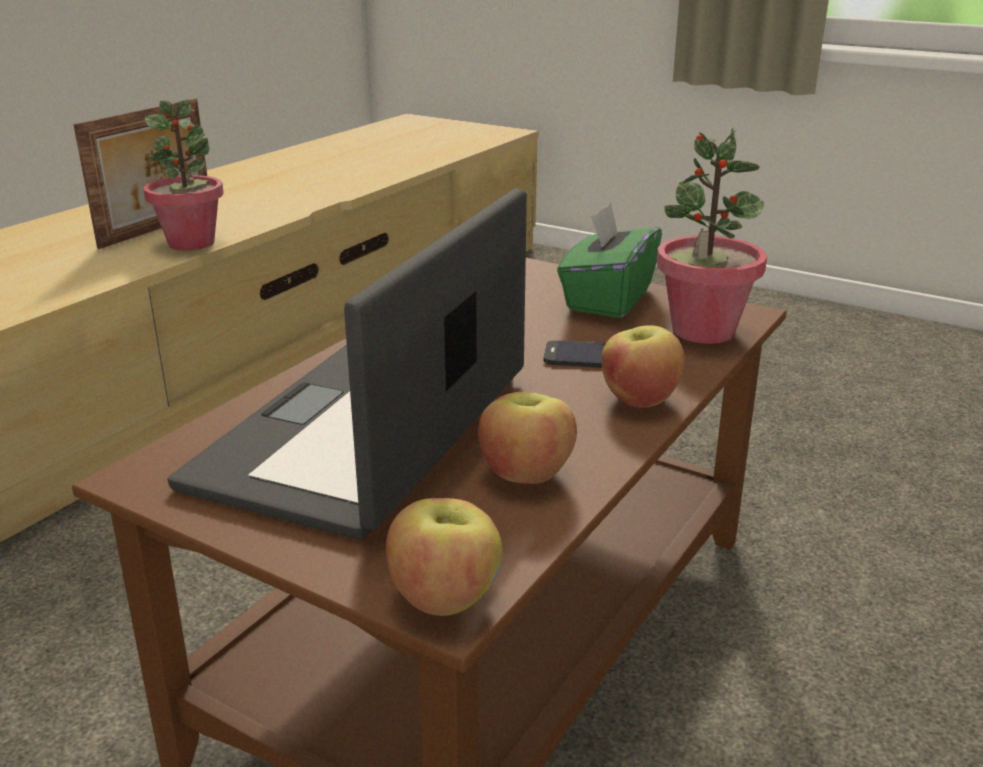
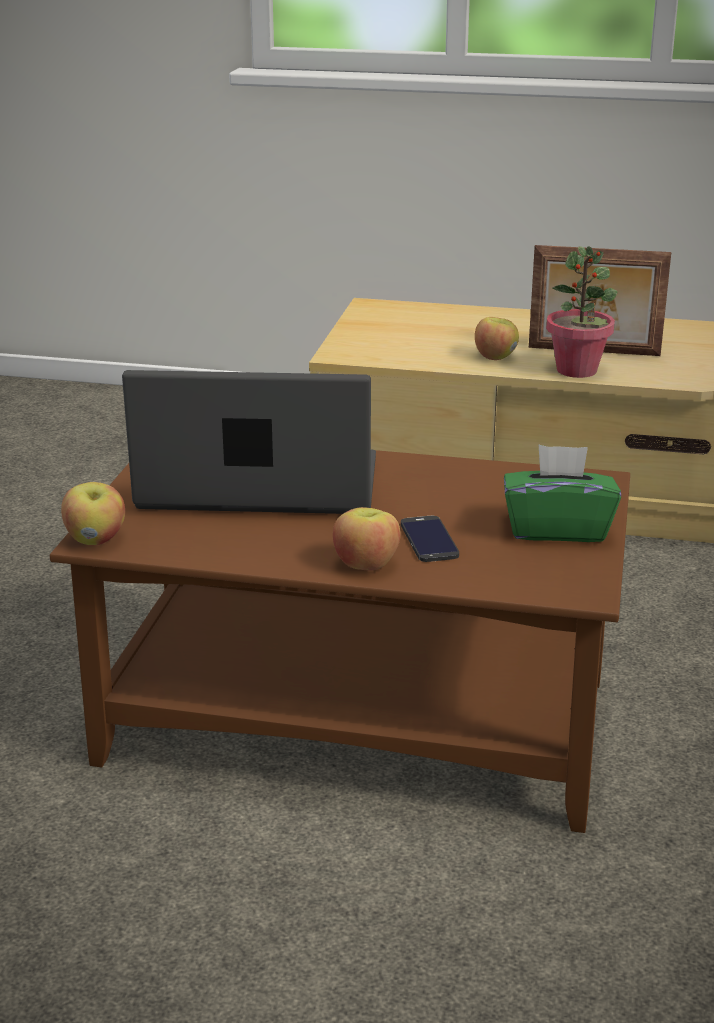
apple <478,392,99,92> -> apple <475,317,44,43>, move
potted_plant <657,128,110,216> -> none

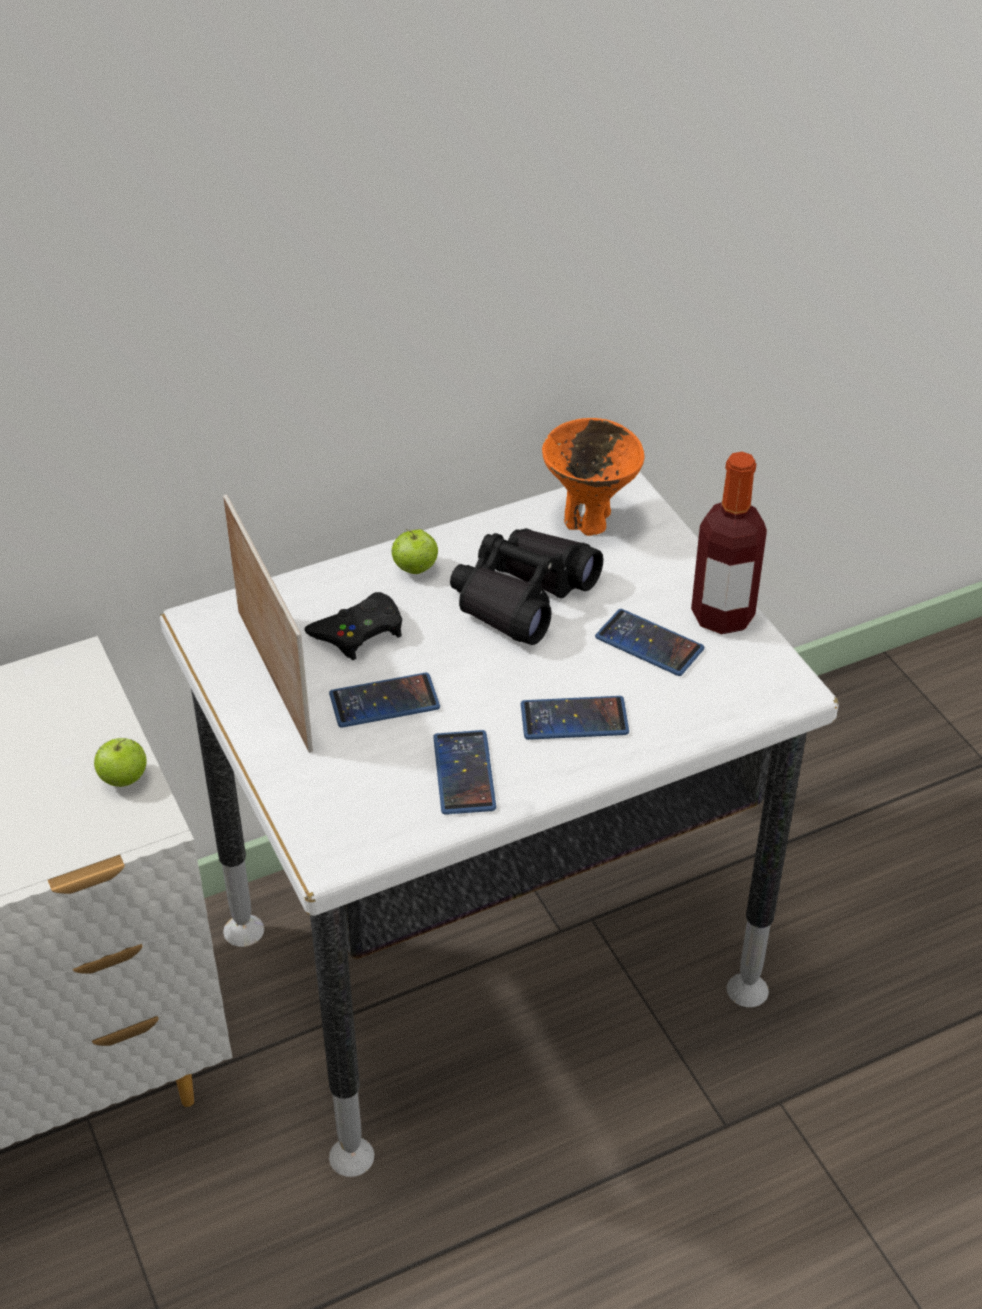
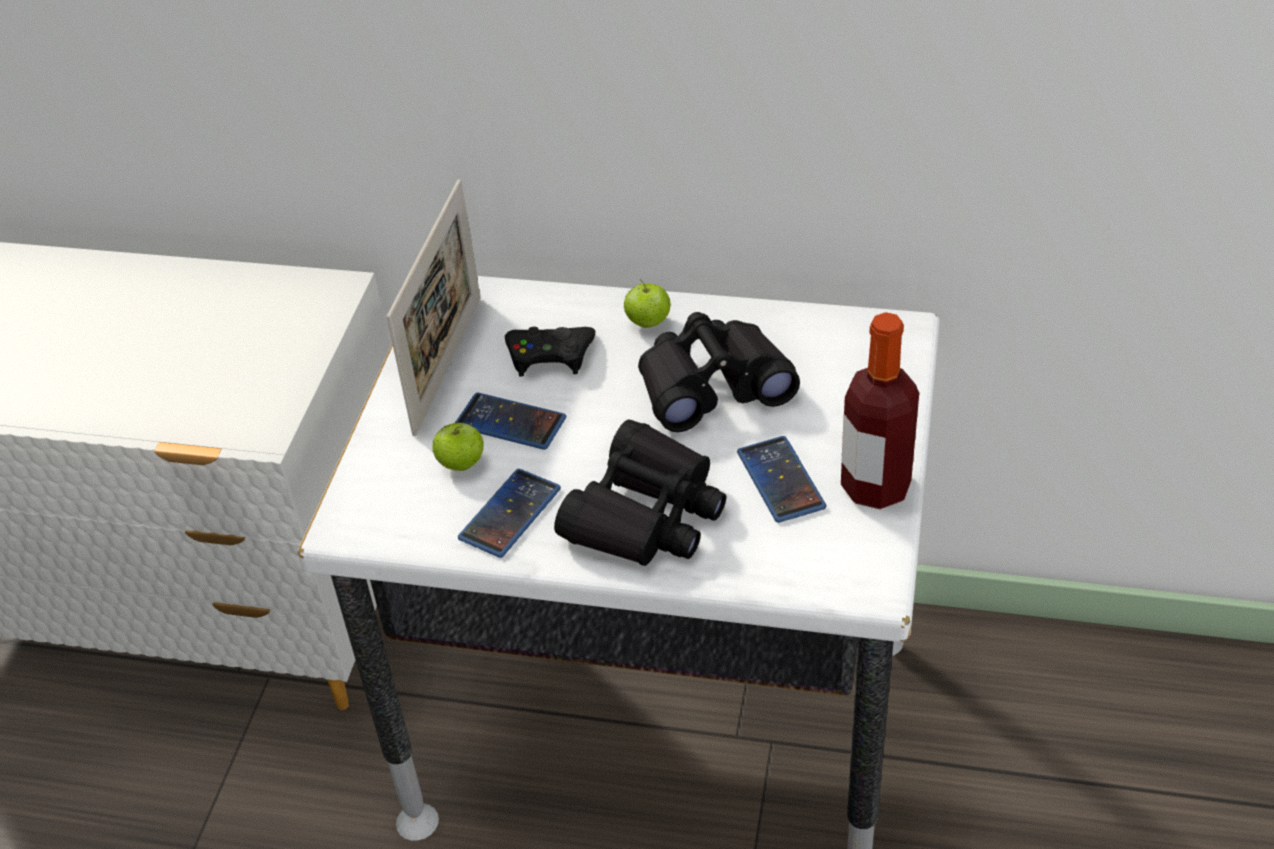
apple <94,738,53,49> -> apple <432,423,52,48>, move
telephone <521,696,108,44> -> black_pair_of_binoculars <554,420,172,146>
orange-coloured_serving_bowl <542,418,102,118> -> none

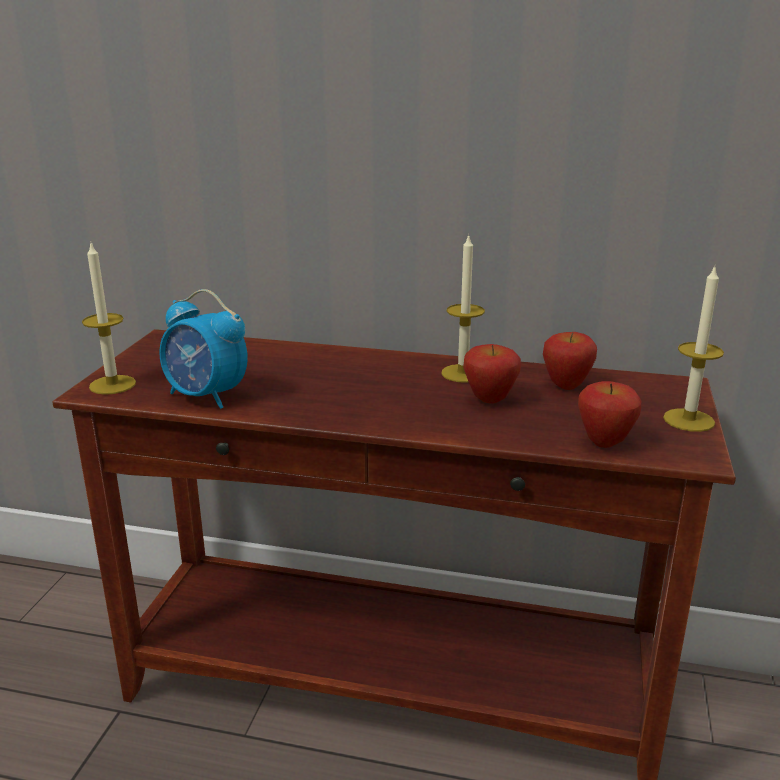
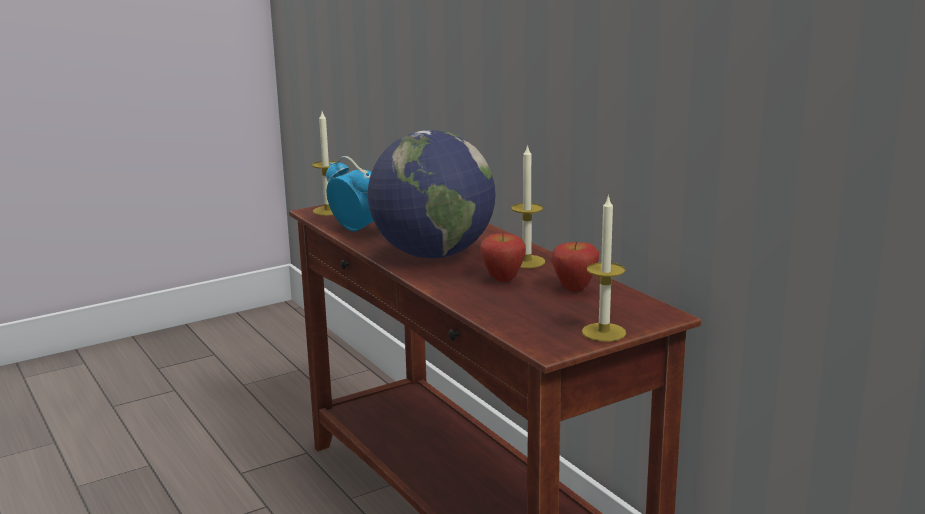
alarm_clock <159,289,89,120> -> alarm_clock <326,156,55,77>, 150 degrees clockwise
apple <578,381,63,67> -> none
none -> globe <368,130,128,128>

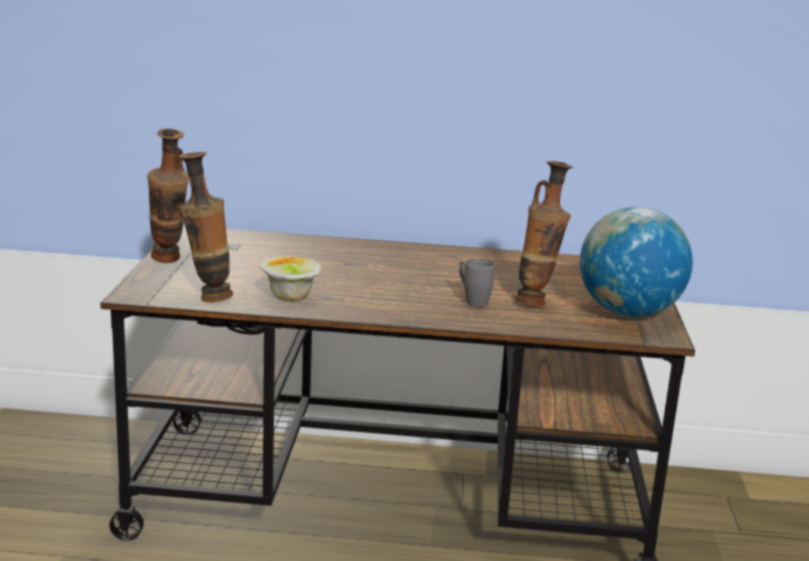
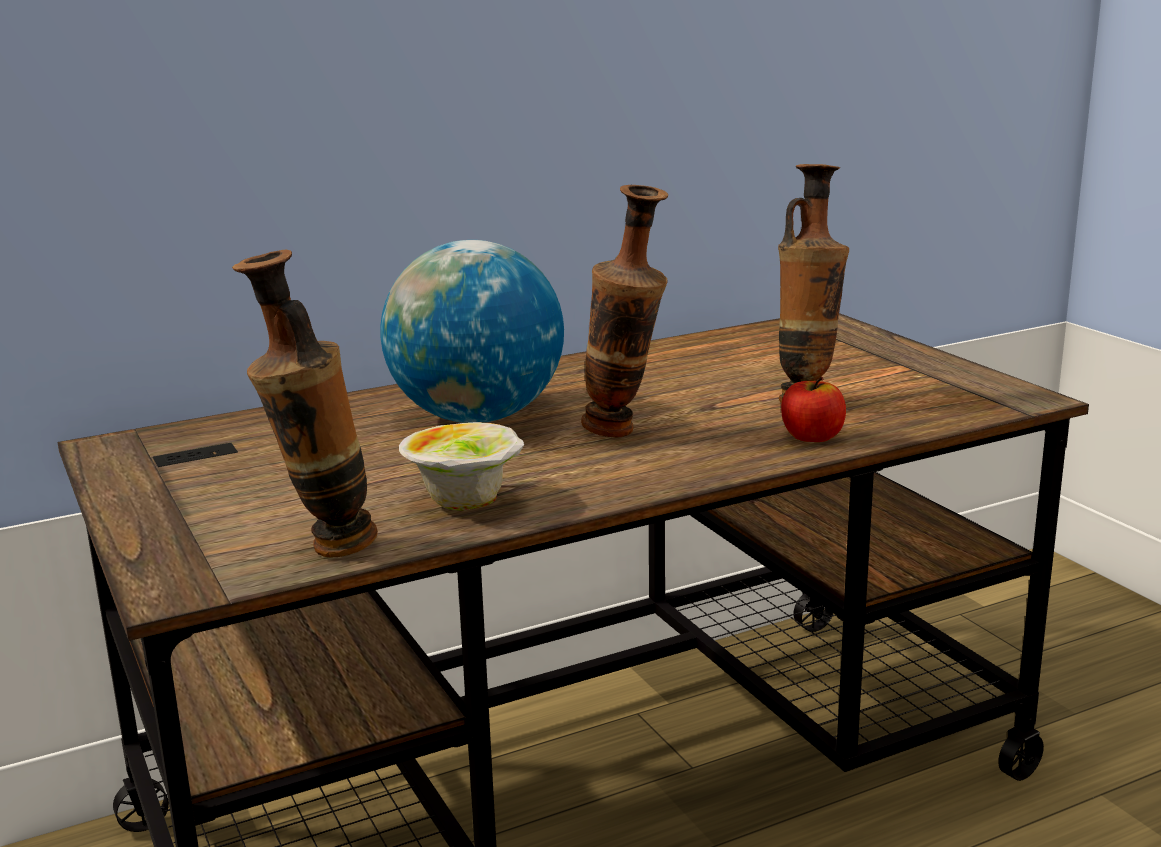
flower_vase <147,128,42,135> -> flower_vase <581,185,87,252>, move
greyish_tea_mug <459,258,36,49> -> none
globe <580,207,113,110> -> globe <380,240,184,183>, move
none -> apple <781,377,65,65>

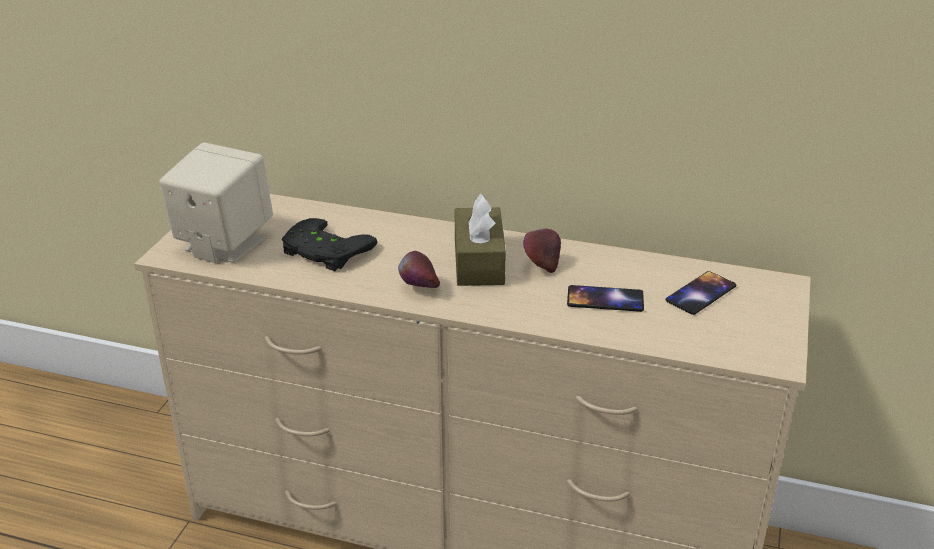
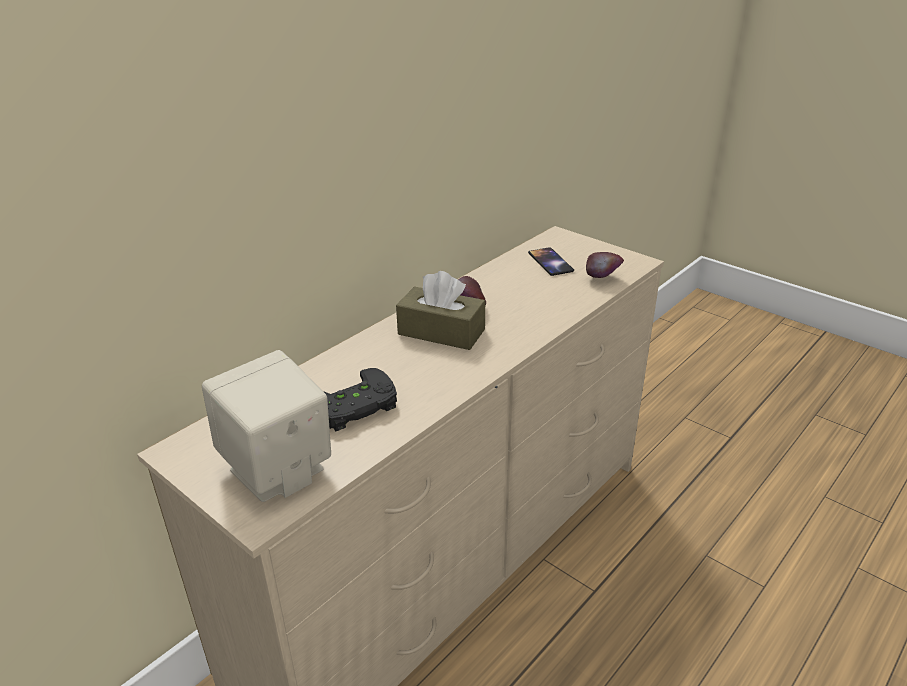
apple <398,251,42,37> -> apple <586,252,38,26>, move
telephone <567,285,77,27> -> none

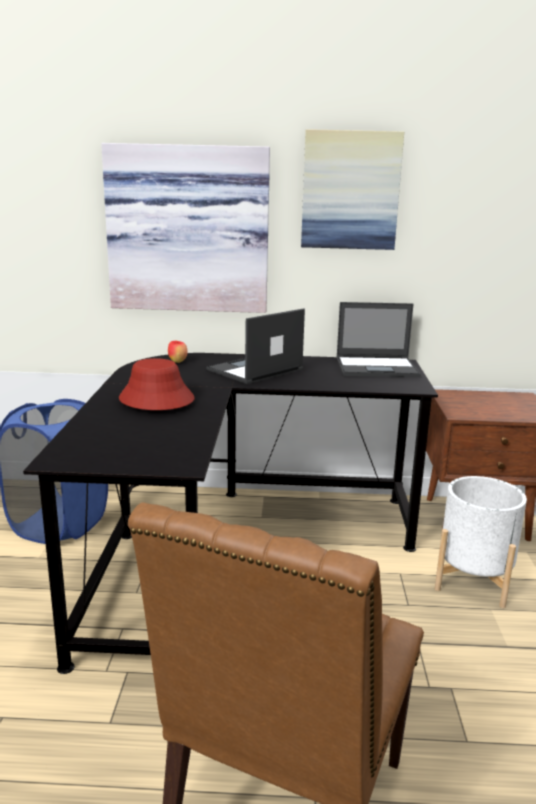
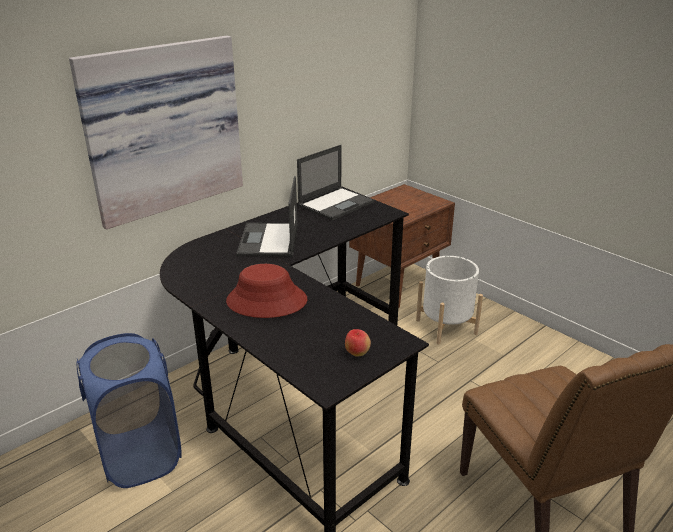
apple <168,341,20,22> -> apple <345,329,26,27>, move
picture <301,129,103,121> -> none

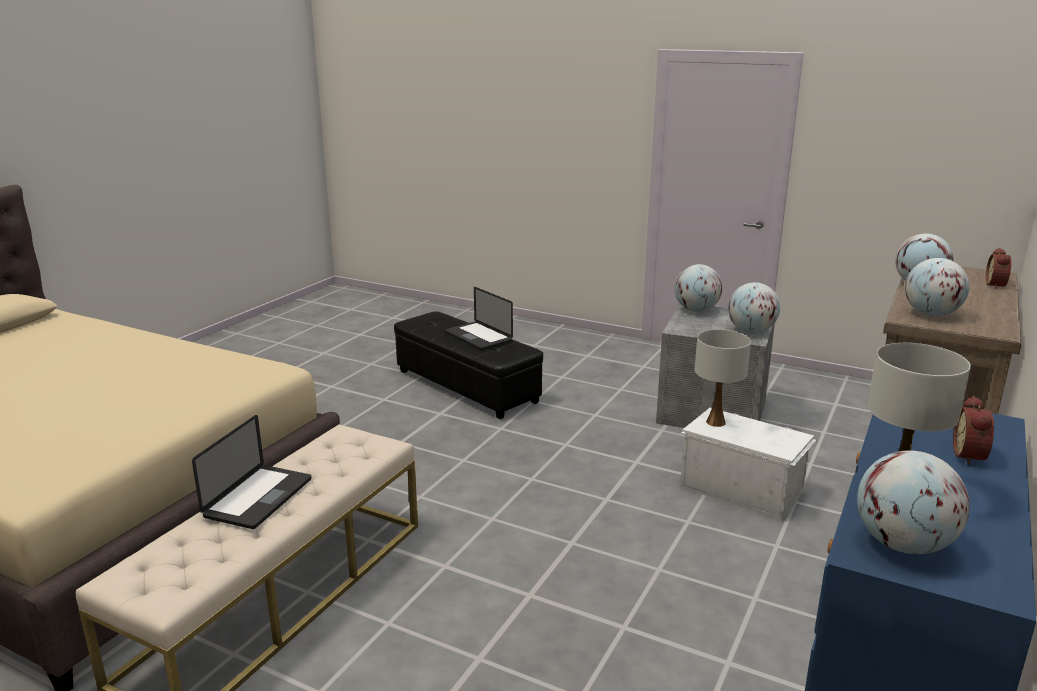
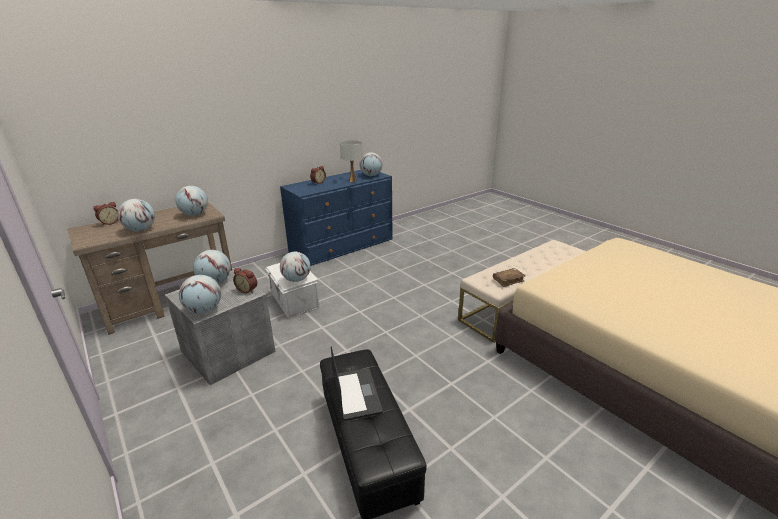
laptop <192,415,119,114> -> none
white_table_lamp <695,329,56,98> -> globe <280,252,31,30>
none -> alarm_clock <233,268,24,25>
none -> brown_bound_book <493,268,32,19>

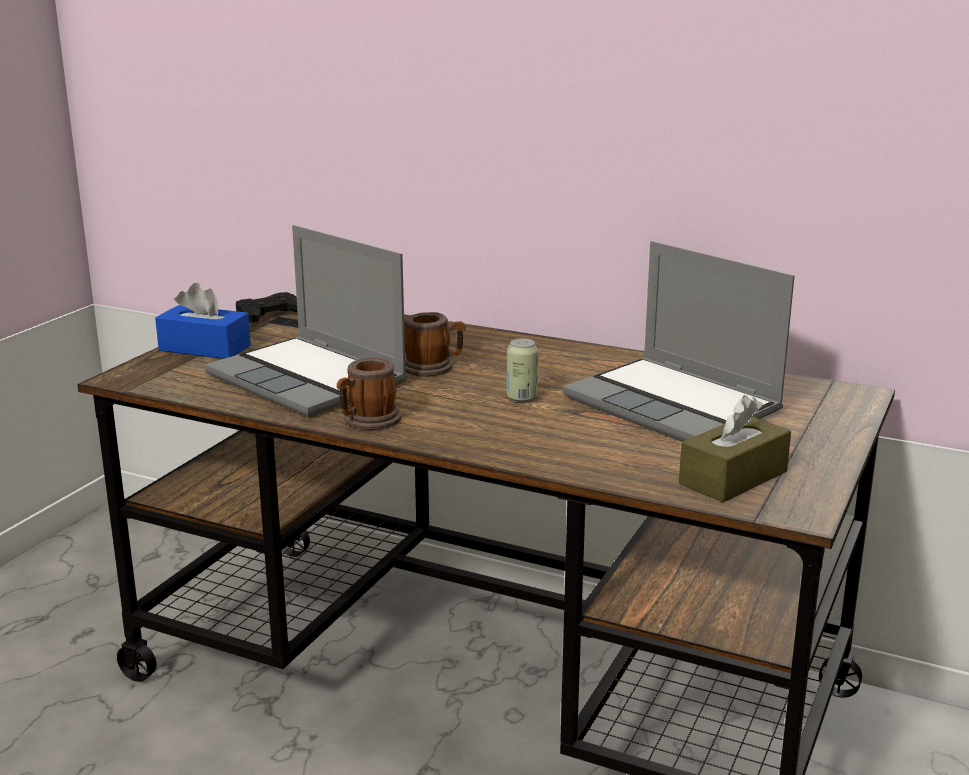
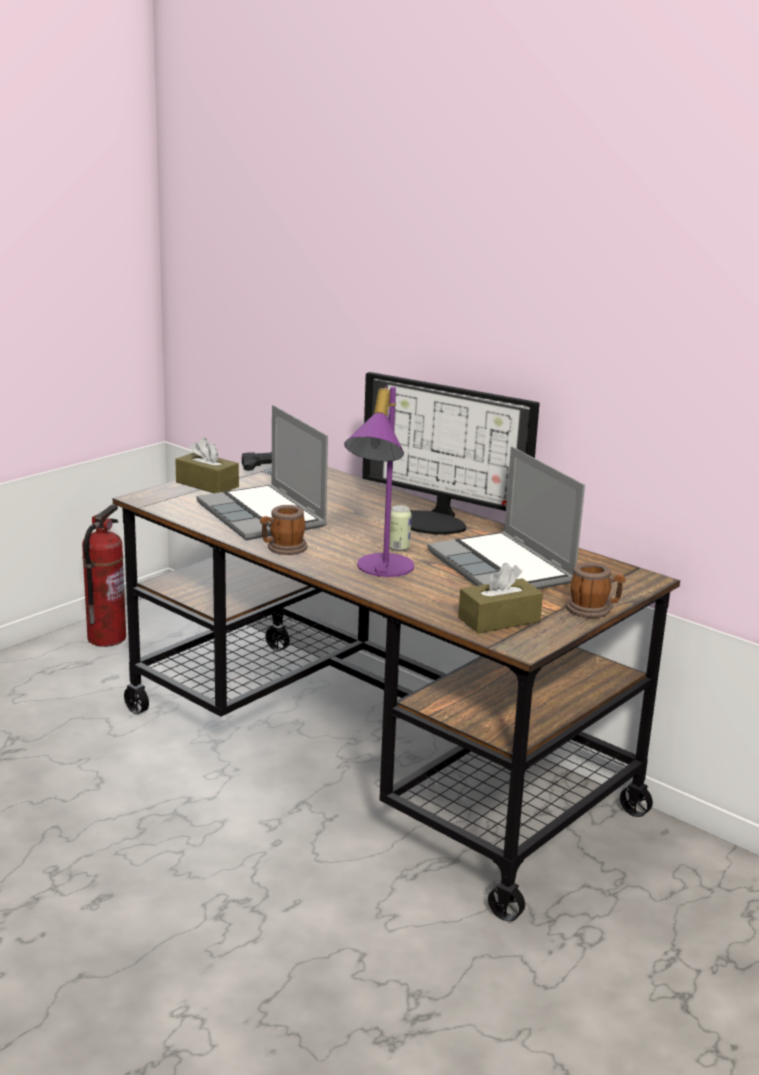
blue_tissue_box <155,283,96,76> -> brown_tissue_box <175,438,64,55>
tea_mug <404,312,61,65> -> tea_mug <566,562,59,56>, move
none -> fire-fighting_cylinder <82,504,44,143>
none -> purple-coloured_table_lamp <345,386,69,191>
none -> monitor <362,372,177,163>

